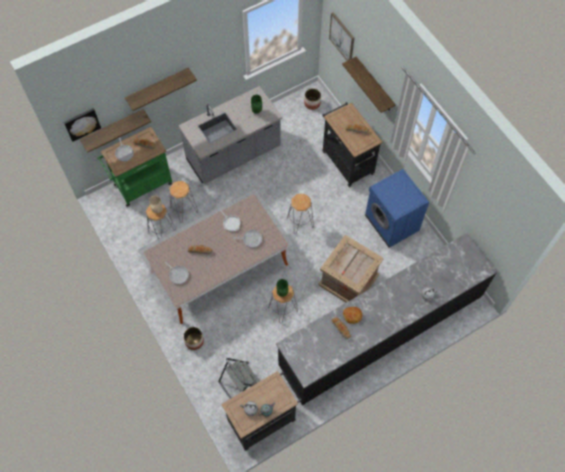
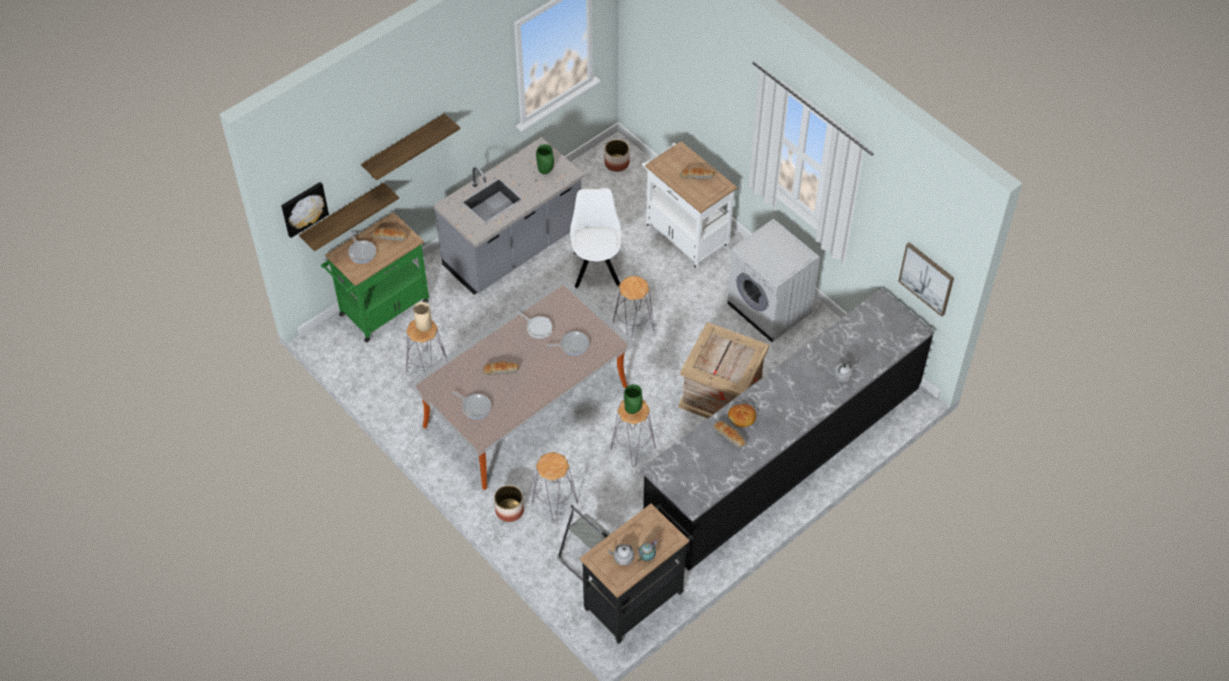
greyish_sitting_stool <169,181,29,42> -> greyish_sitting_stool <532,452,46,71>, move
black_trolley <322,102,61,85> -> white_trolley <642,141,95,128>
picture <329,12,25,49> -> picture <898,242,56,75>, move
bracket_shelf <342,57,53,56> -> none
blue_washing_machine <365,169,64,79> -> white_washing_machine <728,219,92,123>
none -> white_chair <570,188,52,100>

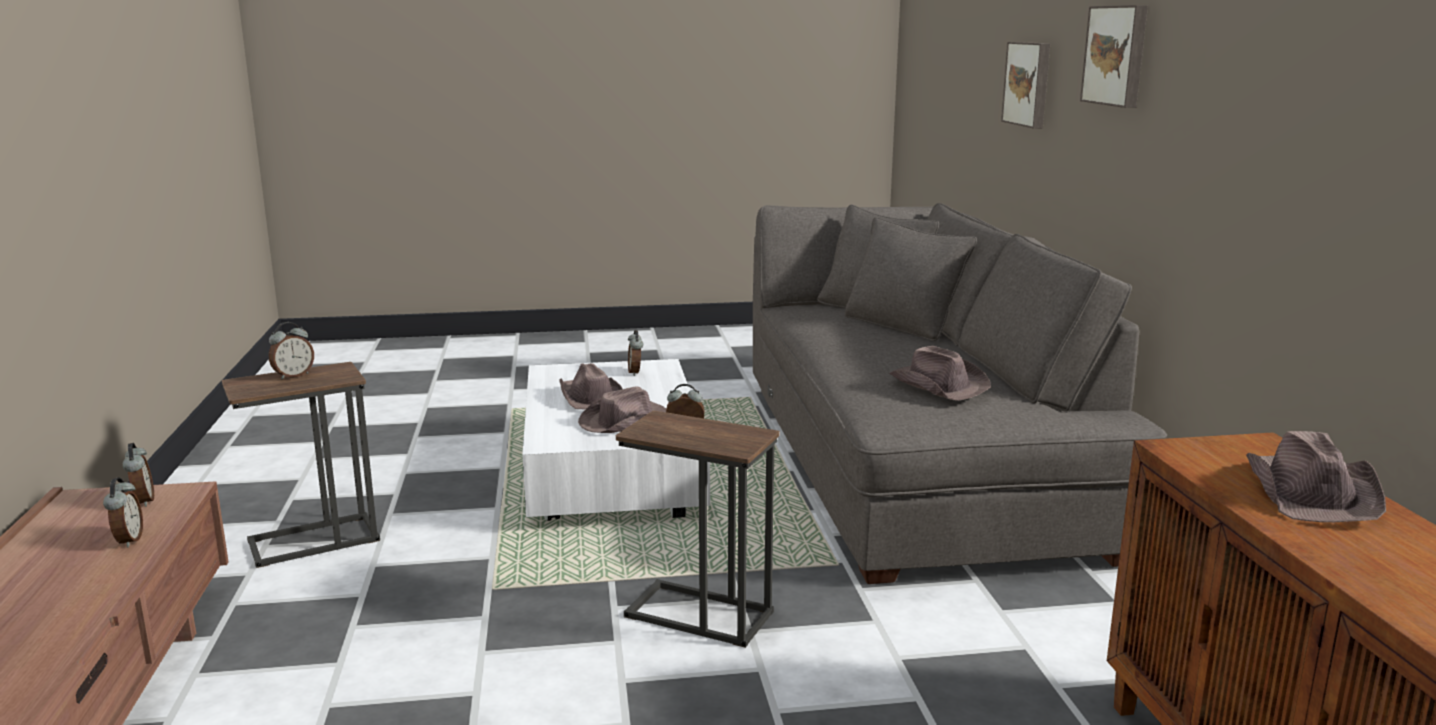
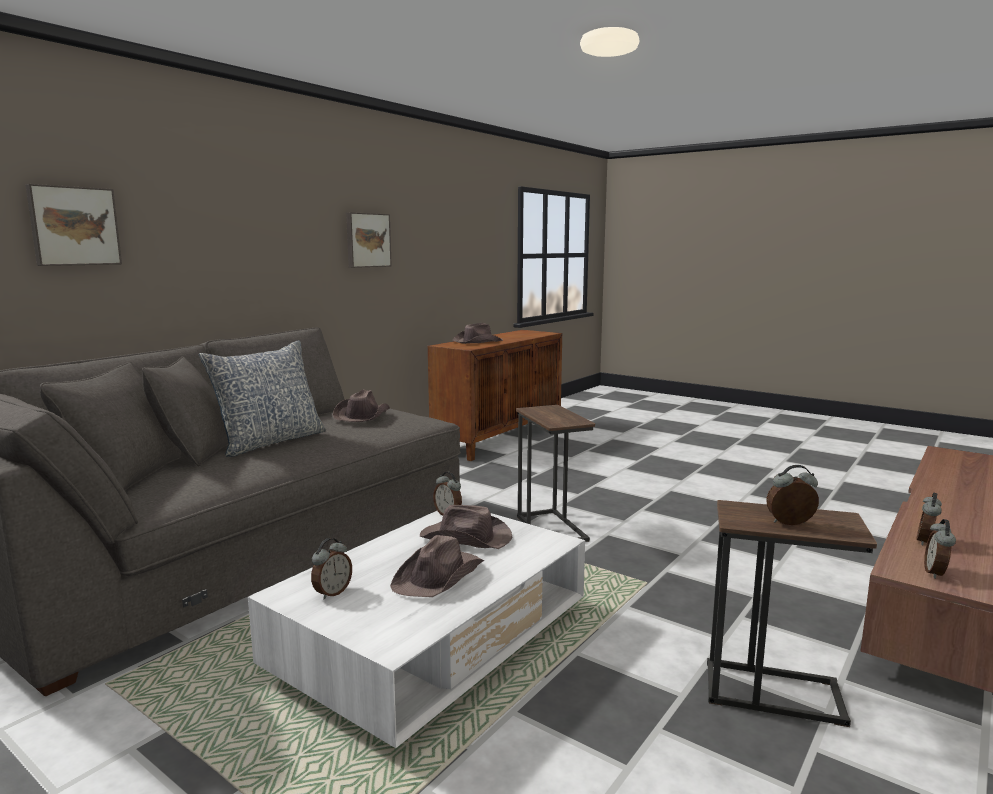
picture <1080,5,68,103> -> picture <346,212,46,56>, move
none -> cushion <198,340,128,117>

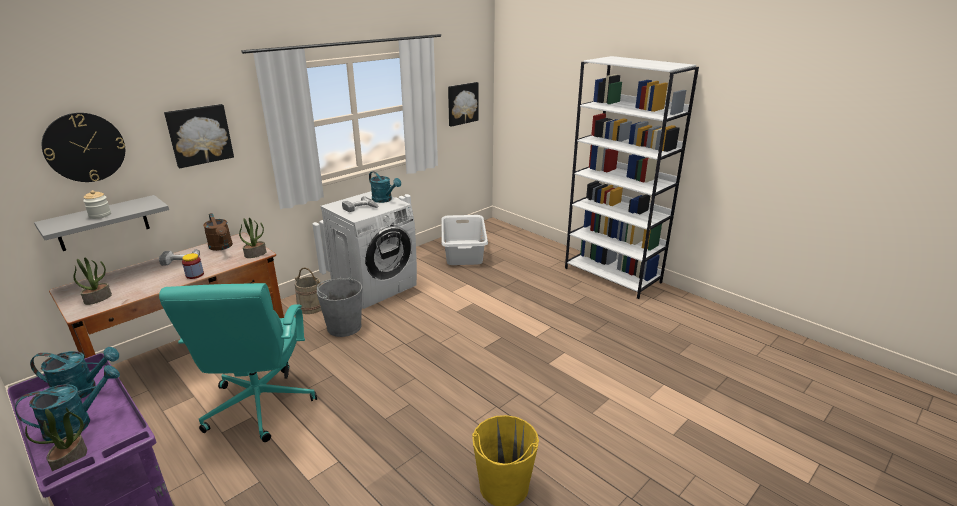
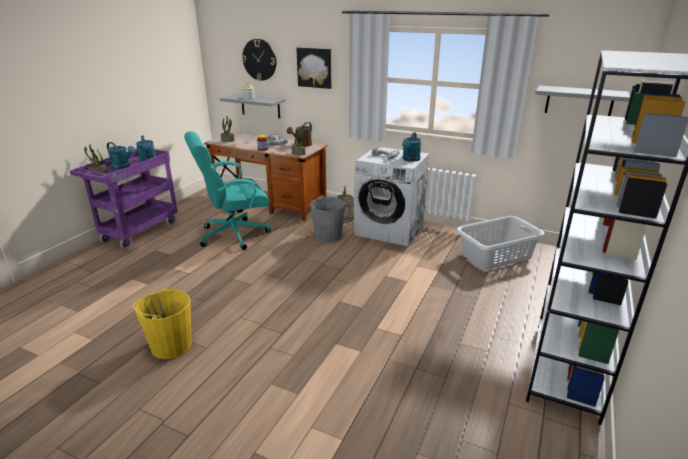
picture <448,82,31,45> -> greyish_bracket_shelf <535,85,95,31>

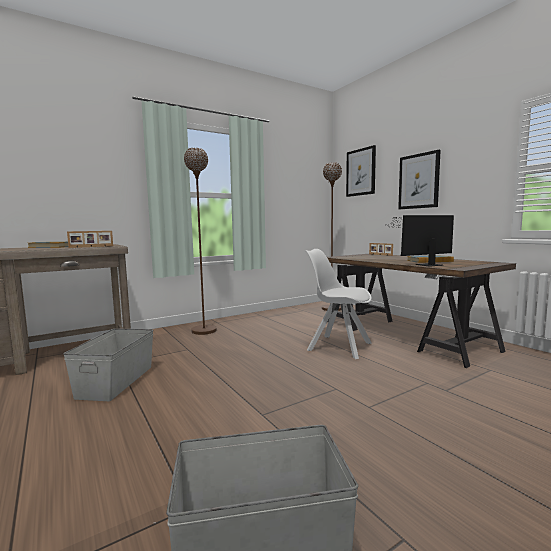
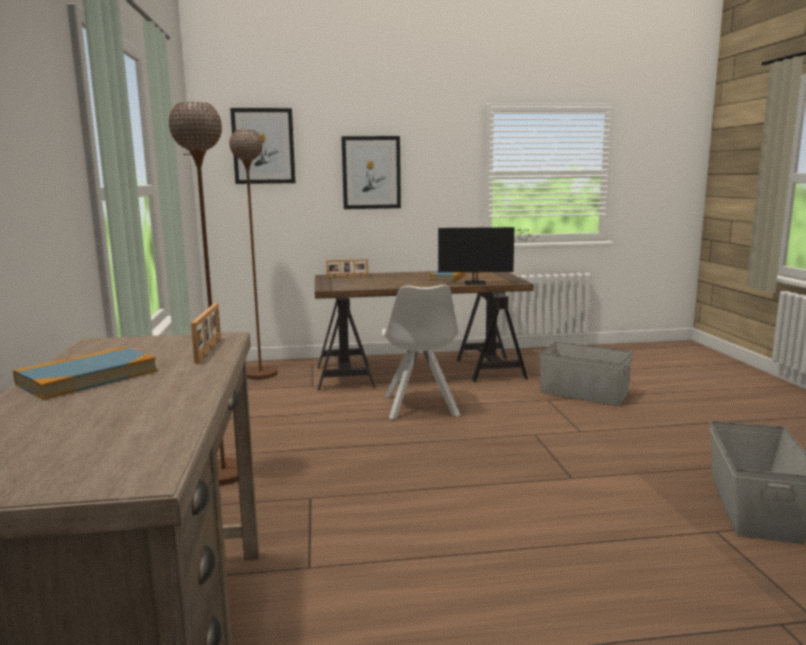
greyish_storage_box <63,328,90,73> -> greyish_storage_box <540,342,92,64>, move
white_chair <306,249,66,110> -> white_chair <382,285,78,134>, 60 degrees counterclockwise
monitor <389,215,65,52> -> monitor <438,227,97,58>, 90 degrees counterclockwise

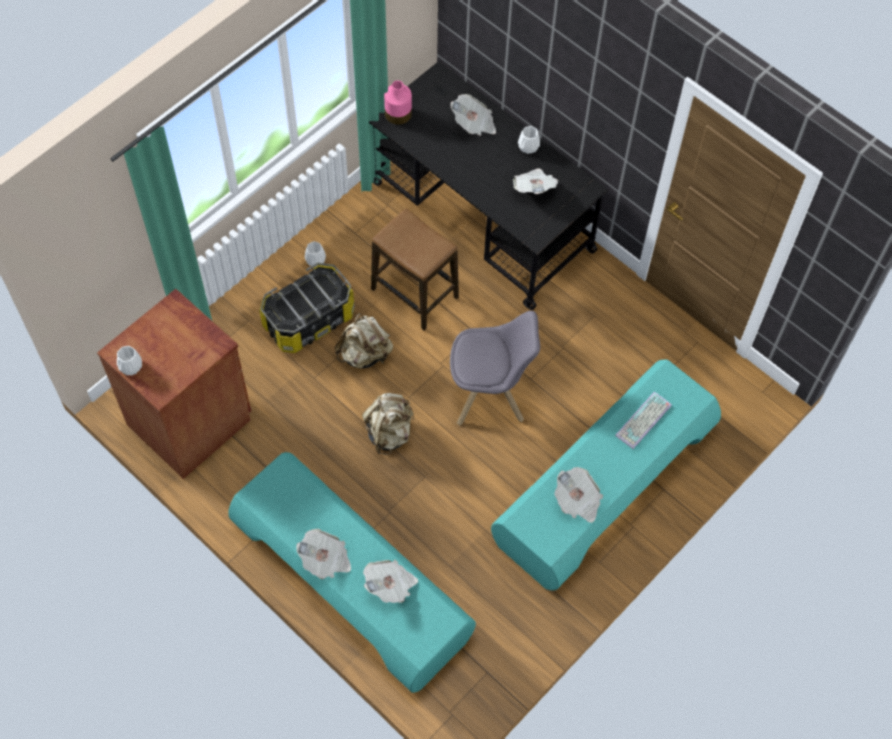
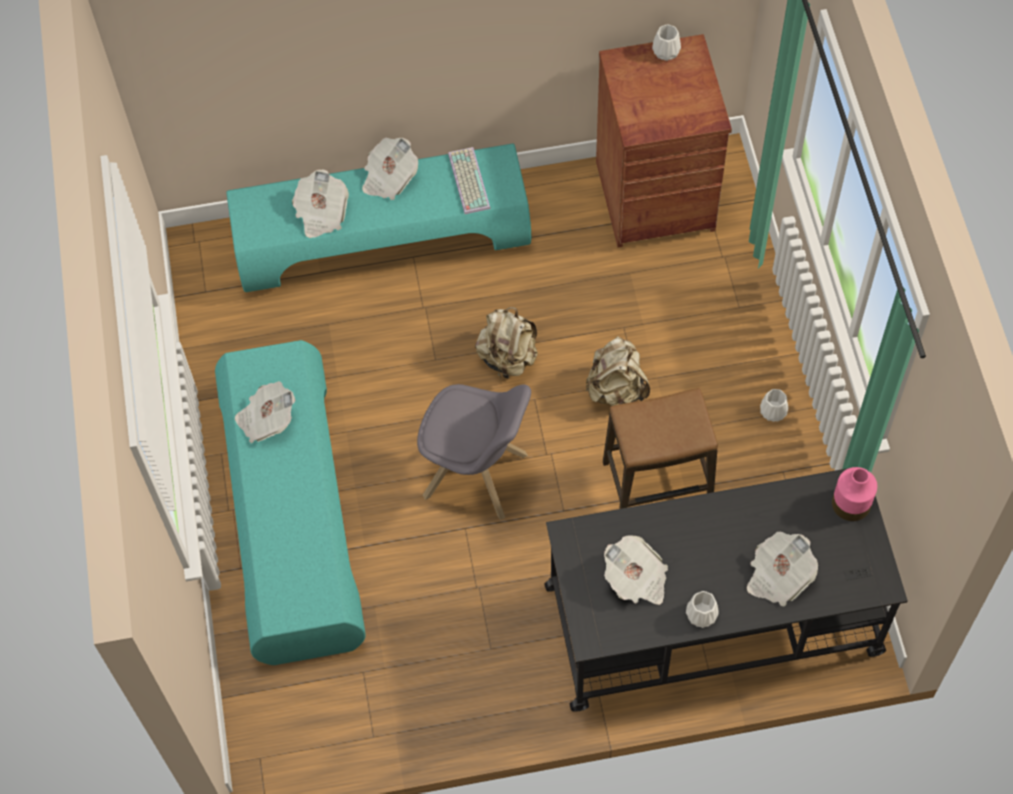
storage_box <259,263,95,90> -> none
greyish_chair <450,311,90,115> -> greyish_chair <417,384,114,136>, 105 degrees counterclockwise
computer_keyboard <615,392,57,57> -> computer_keyboard <448,147,43,67>, move

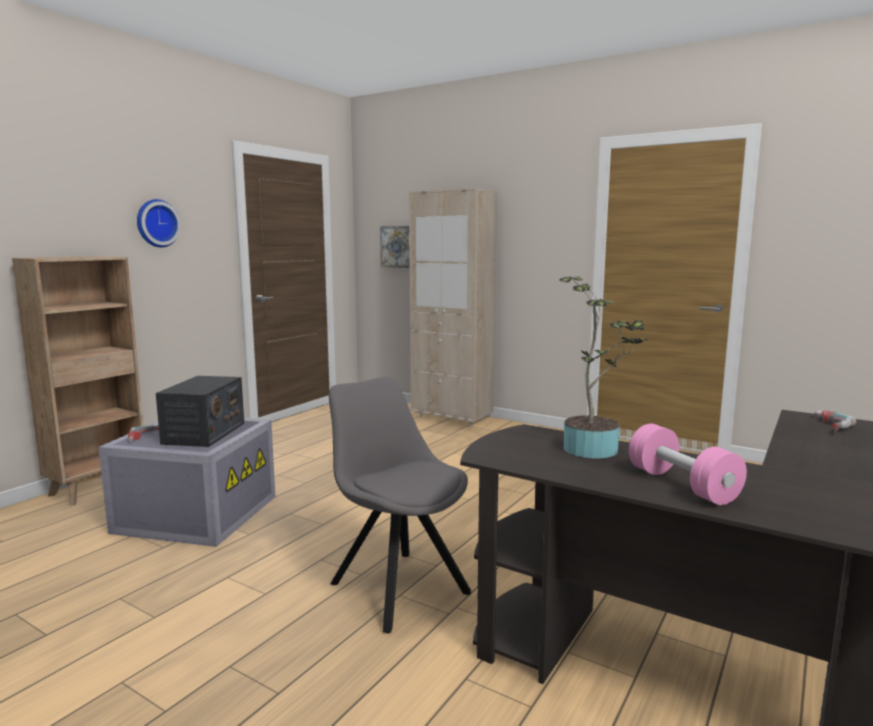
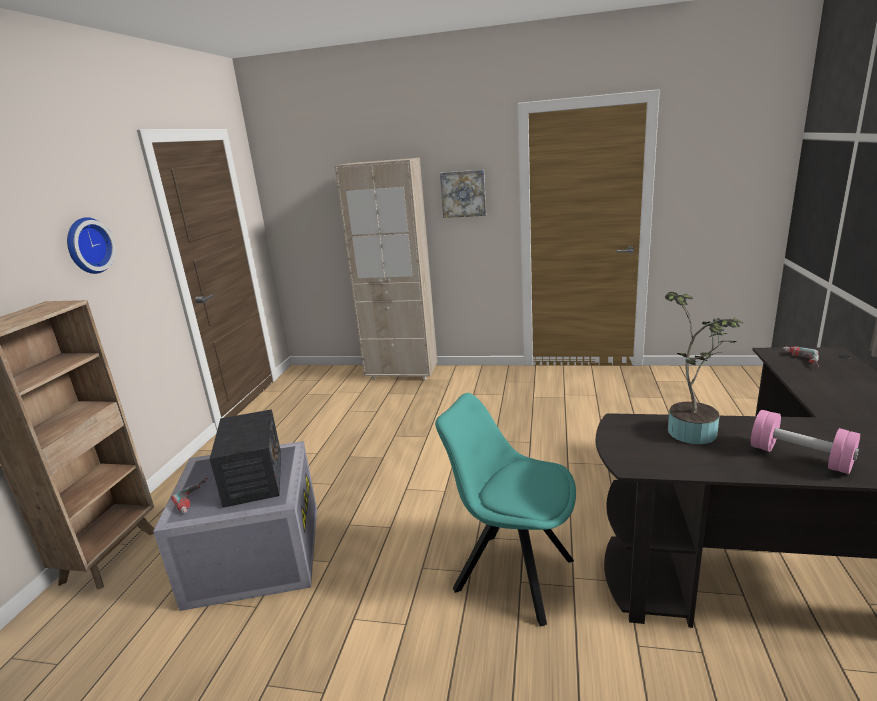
greyish_chair <329,377,142,256> -> blue-green_chair <435,393,141,233>
picture <380,226,30,42> -> picture <440,170,46,48>, move

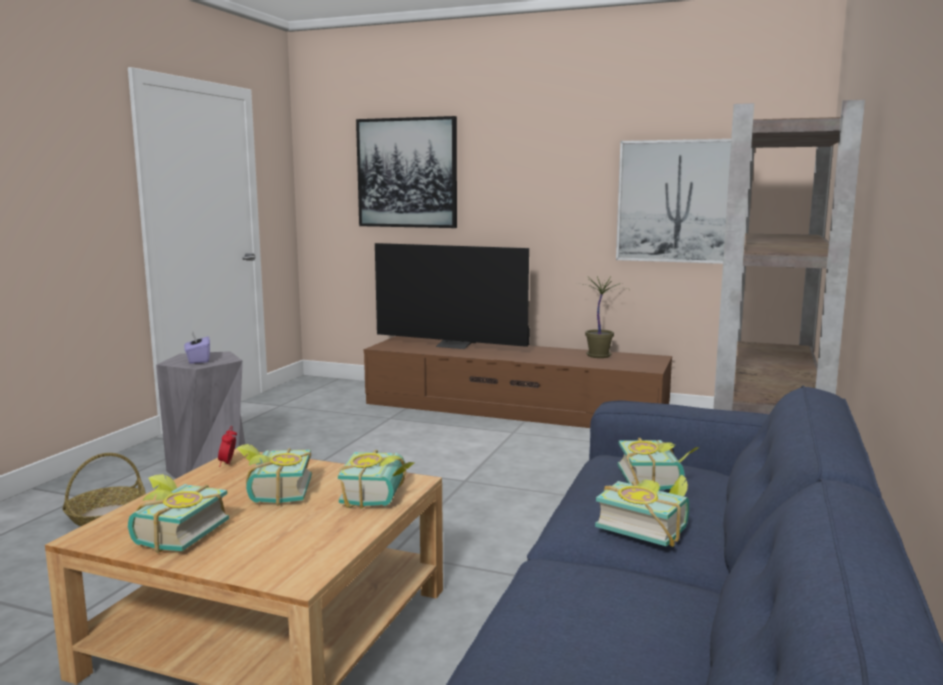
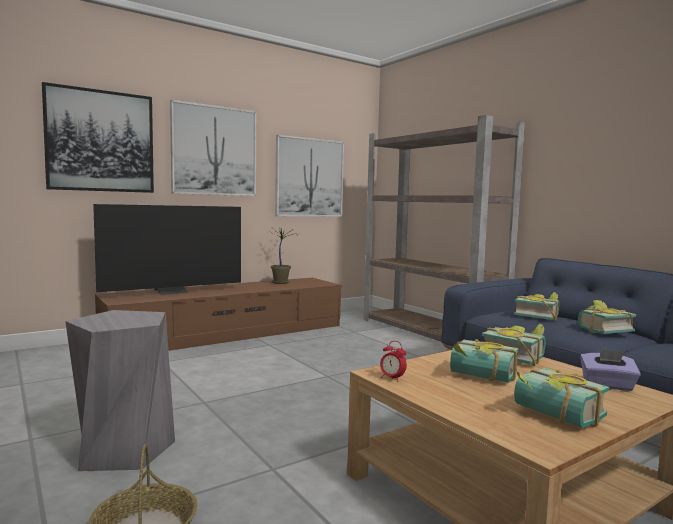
purple-coloured_tissue_box <184,332,26,32> -> purple-coloured_tissue_box <580,349,61,42>, move
none -> picture <170,100,86,96>

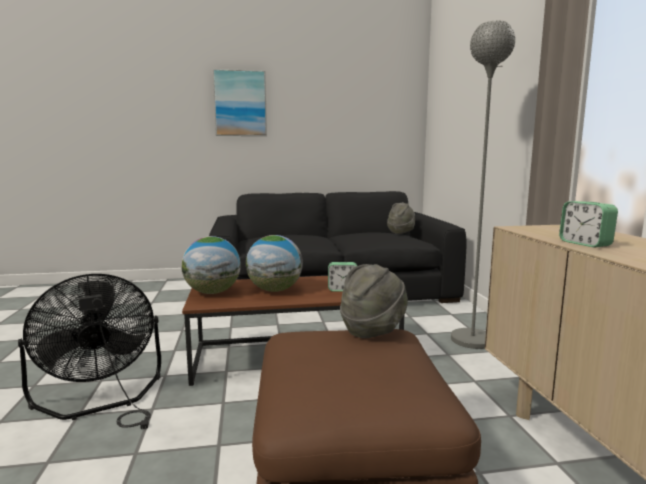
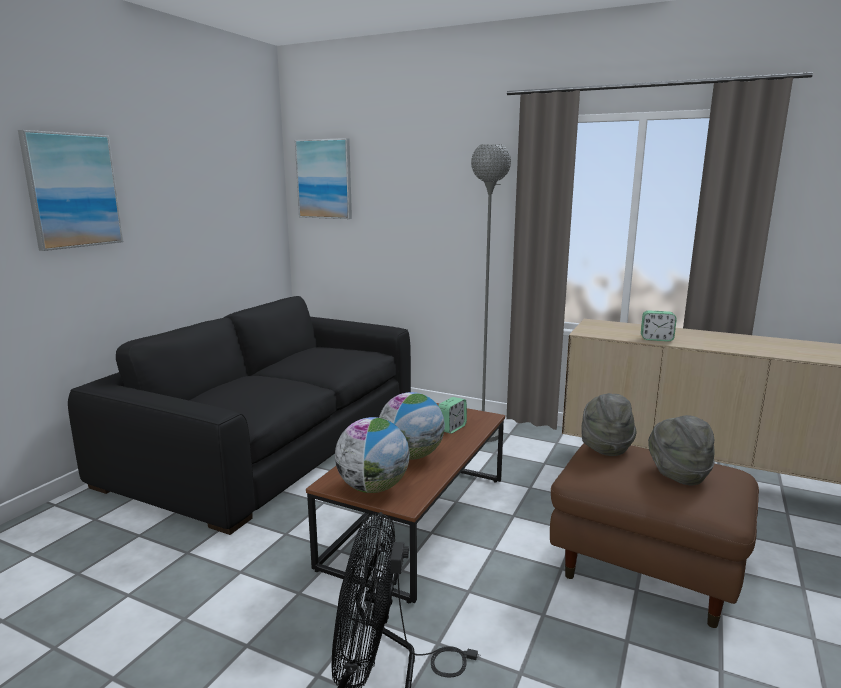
greyish_wearable_hat <387,202,28,32> -> greyish_wearable_hat <648,415,67,70>, move
none -> picture <295,138,57,81>

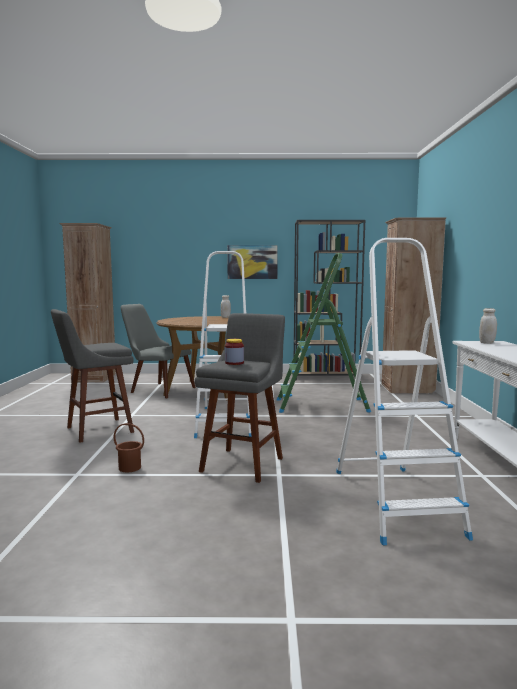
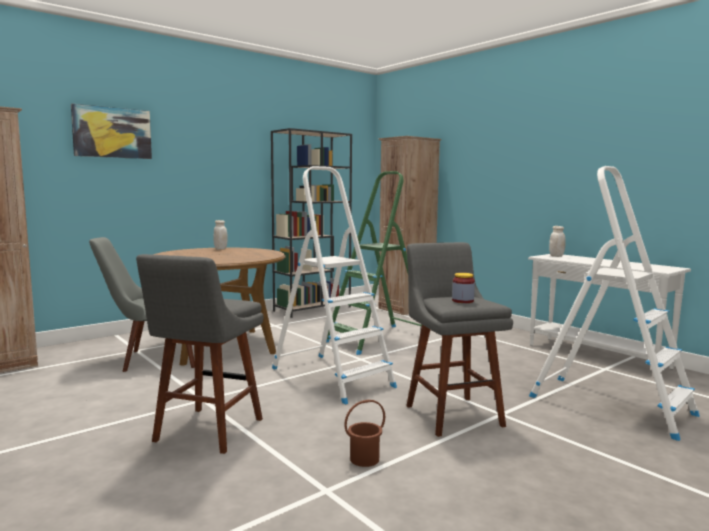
picture <227,245,51,34> -> picture <71,103,81,56>, move

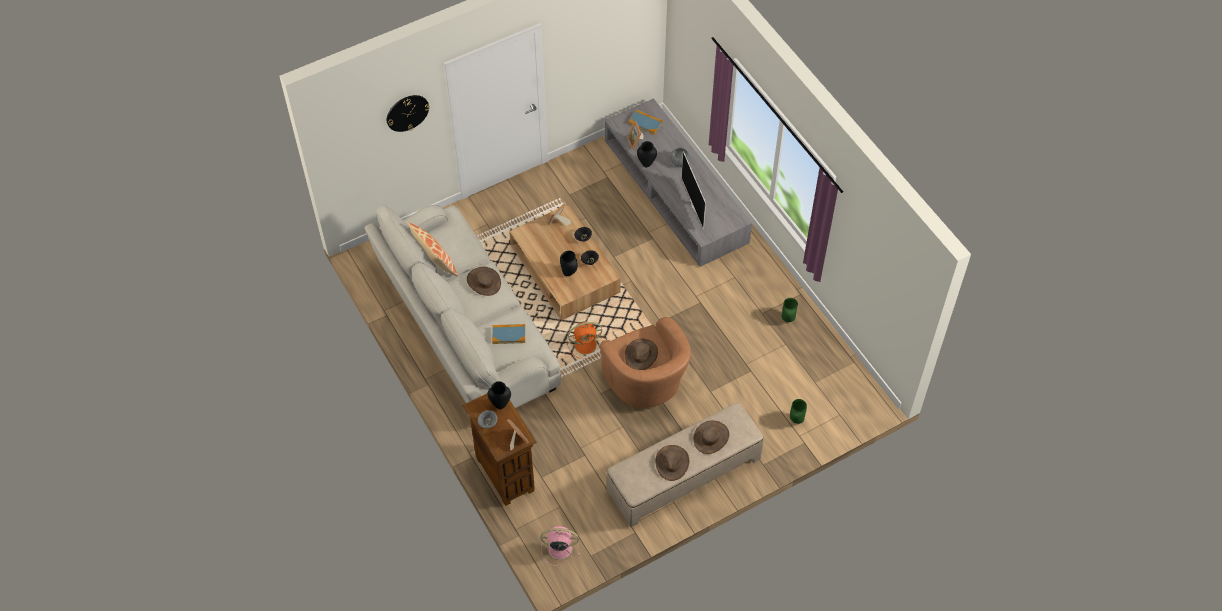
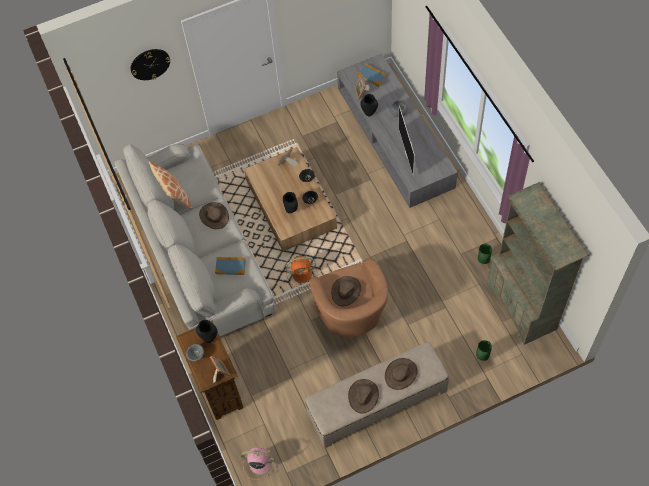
none -> green-coloured_bookcase <487,182,103,163>

